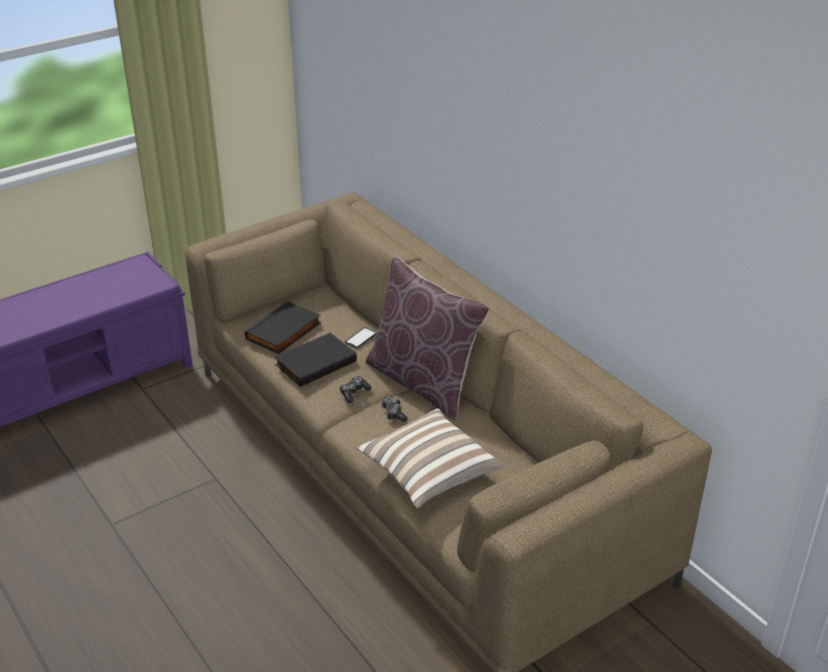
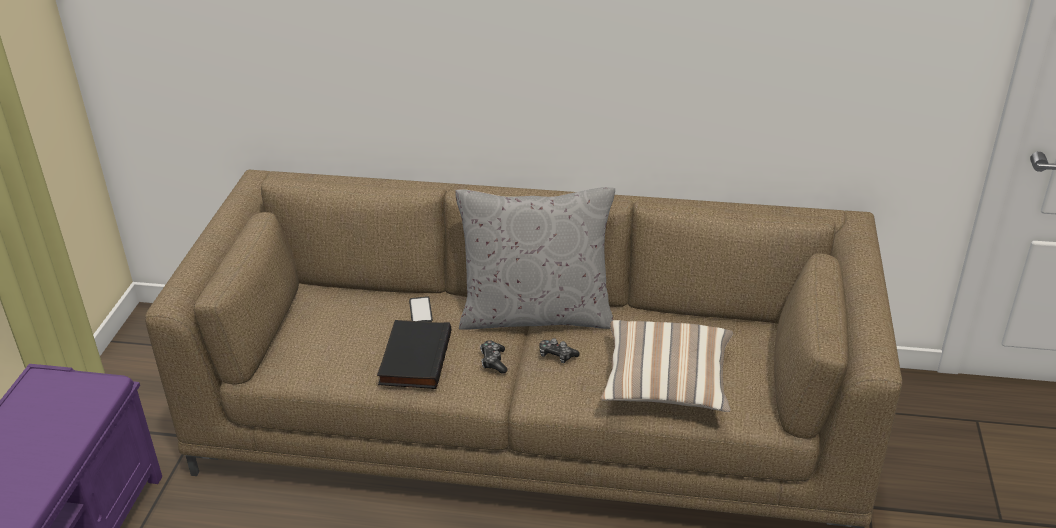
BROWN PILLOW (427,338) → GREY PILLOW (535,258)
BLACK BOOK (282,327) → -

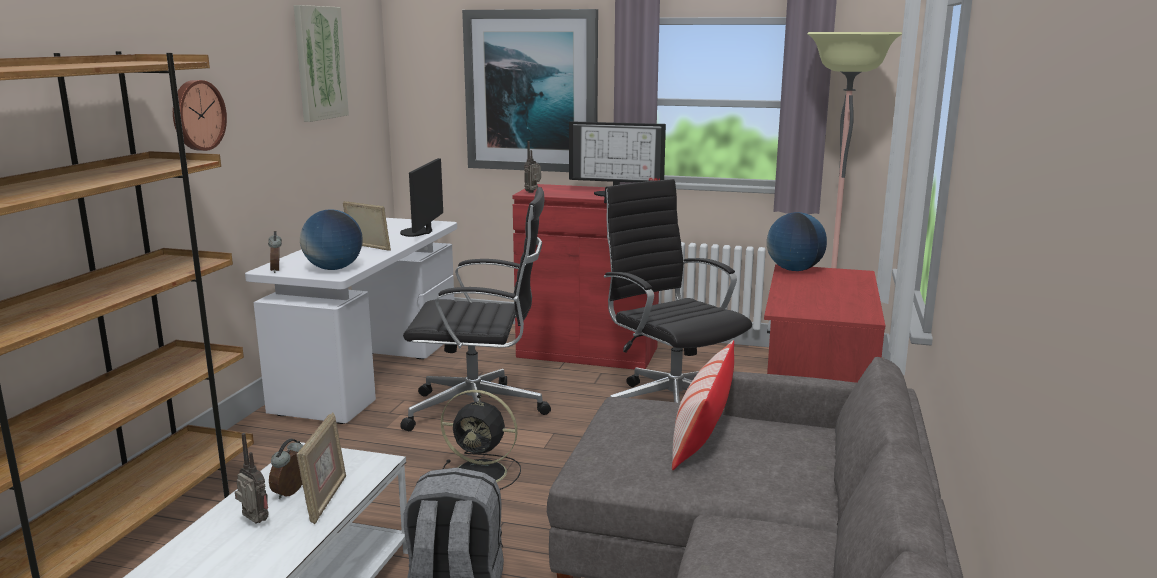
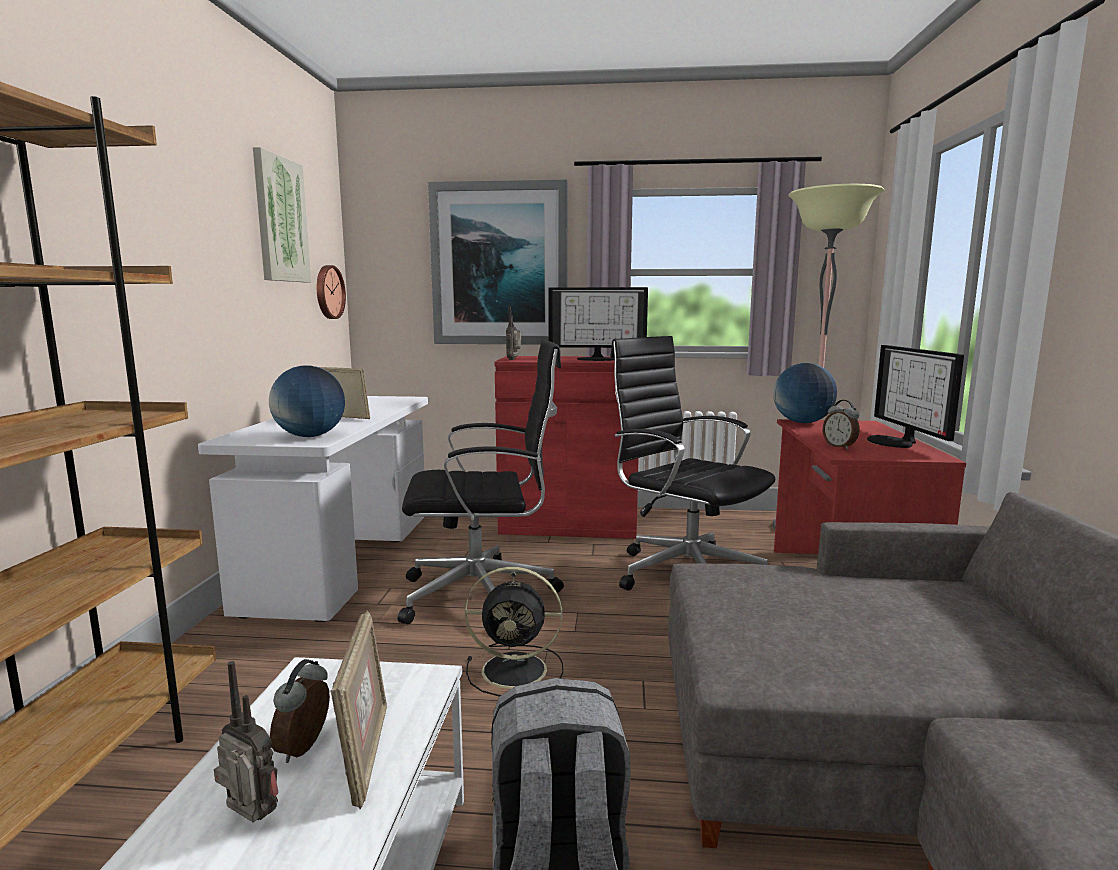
WALL CLOCK (200,115) → WALL CLOCK (331,292), shifted
ALARM CLOCK (275,252) → ALARM CLOCK (841,425), shifted
MONITOR (421,197) → MONITOR (915,396), shifted
PILLOW (703,405) → -

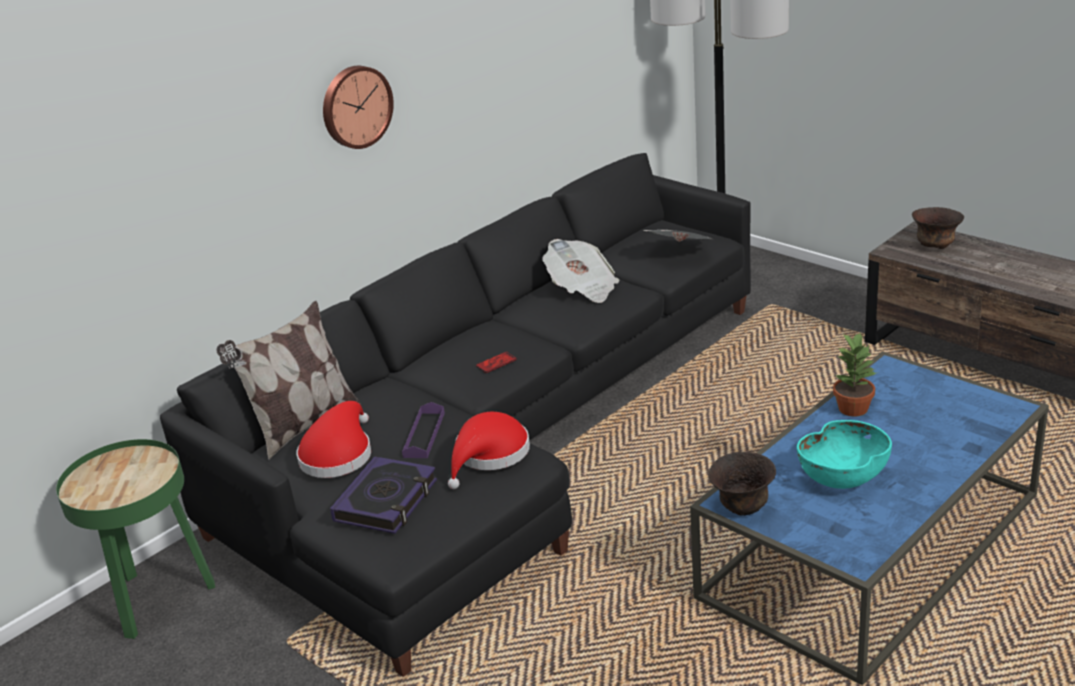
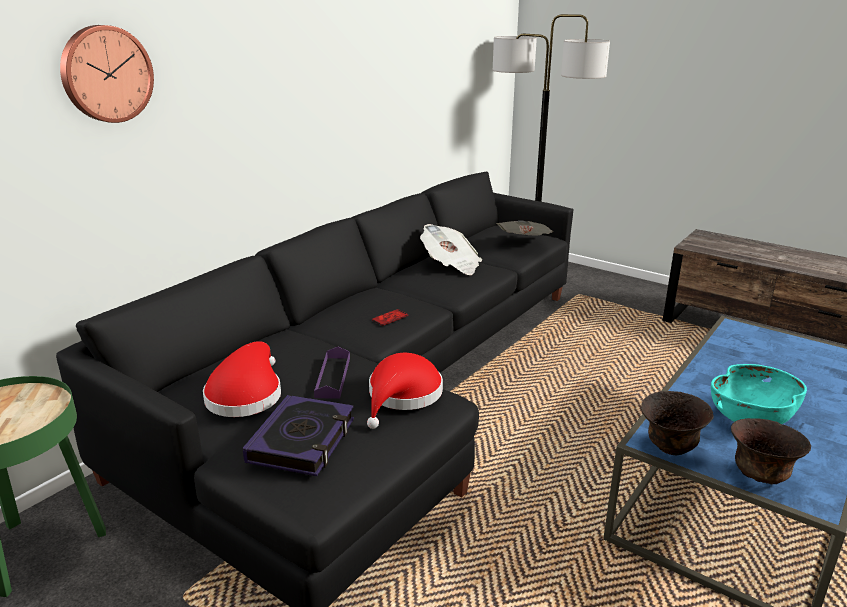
WALL CLOCK (358,107) → WALL CLOCK (107,74), shifted
BROWN BOWL (938,228) → BROWN BOWL (771,451), shifted
PILLOW (288,380) → -
POTTED PLANT (854,374) → -

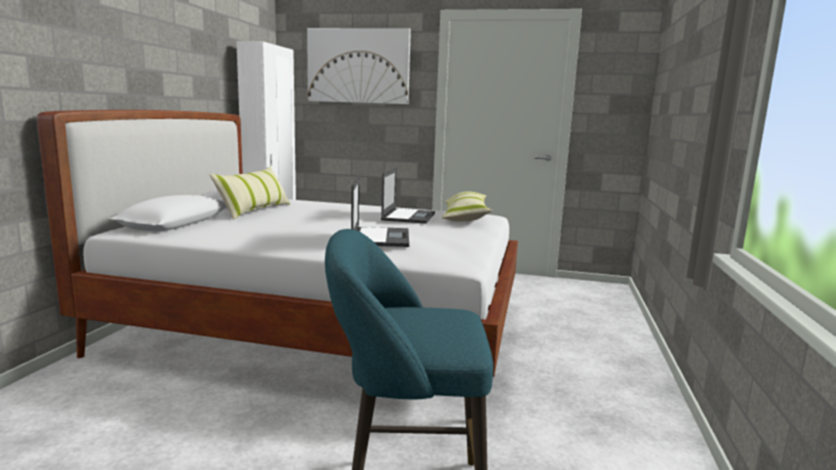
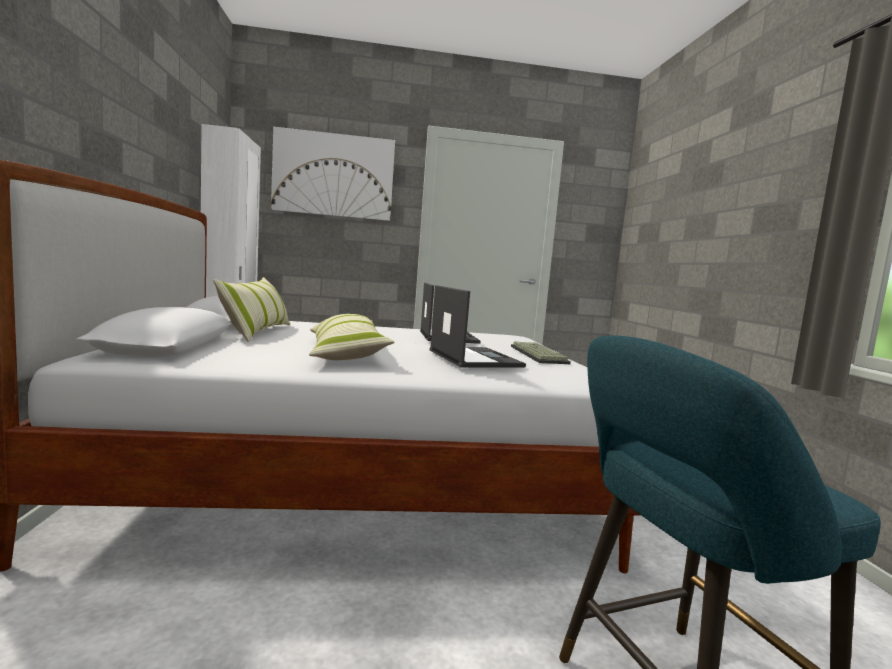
PILLOW (466,207) → PILLOW (351,337), shifted
- → KEYBOARD (541,353)

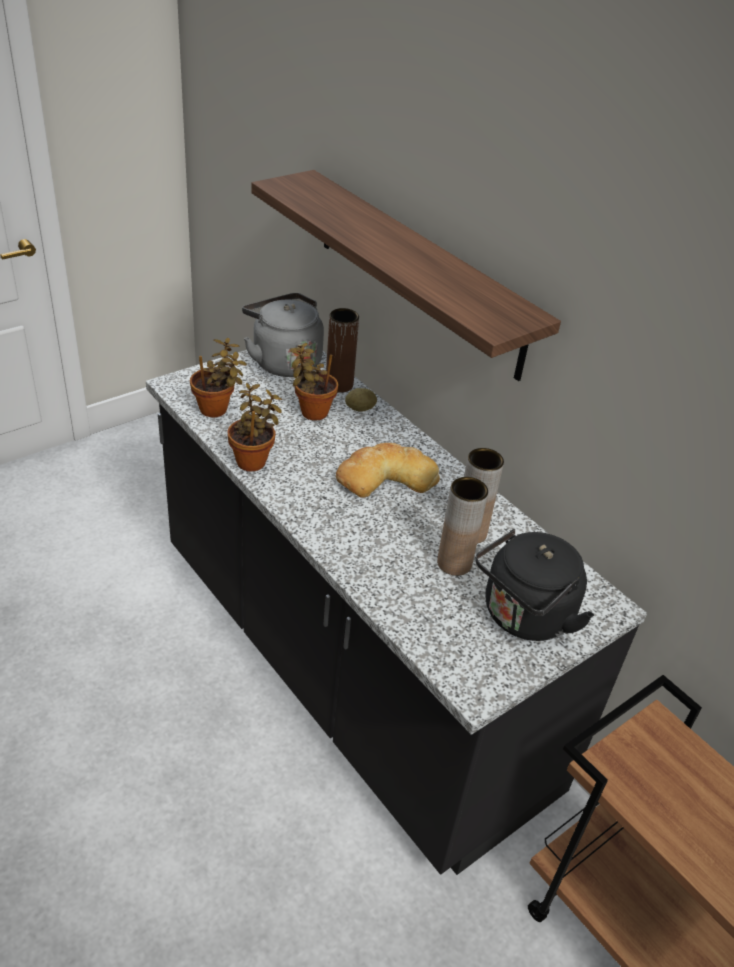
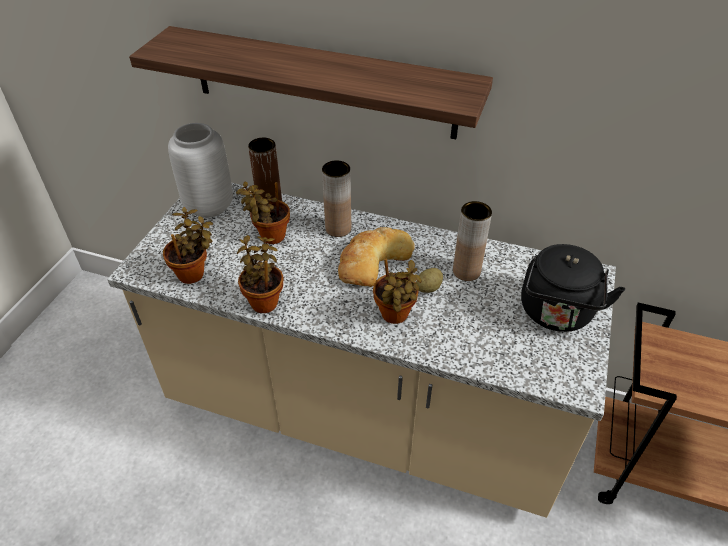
BLACK COUNTER (396,612) → BEIGE COUNTER (361,350)
GREY KETTLE (283,335) → GREY VASE (200,170)
BROWN VASE (462,526) → BROWN VASE (336,198), shifted
- → POTTED PLANT (397,291)
POTATO (361,400) → POTATO (429,280), shifted

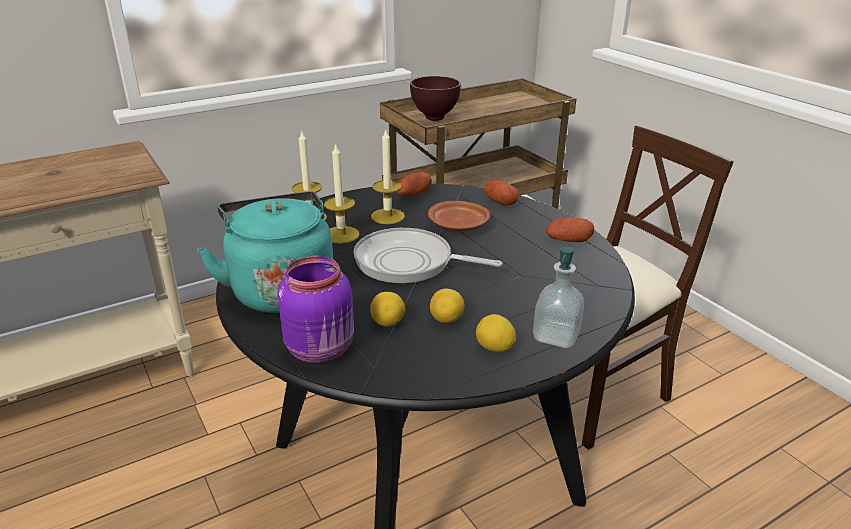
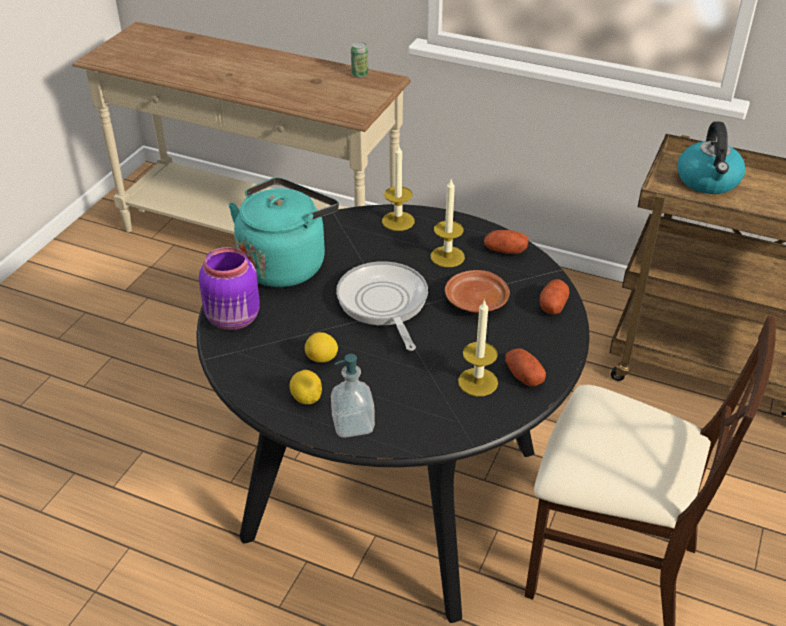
- → CAN (359,60)
CANDLE (342,193) → CANDLE (478,347), shifted
BROWN BOWL (435,98) → KETTLE (711,157)
LEMON (387,309) → -

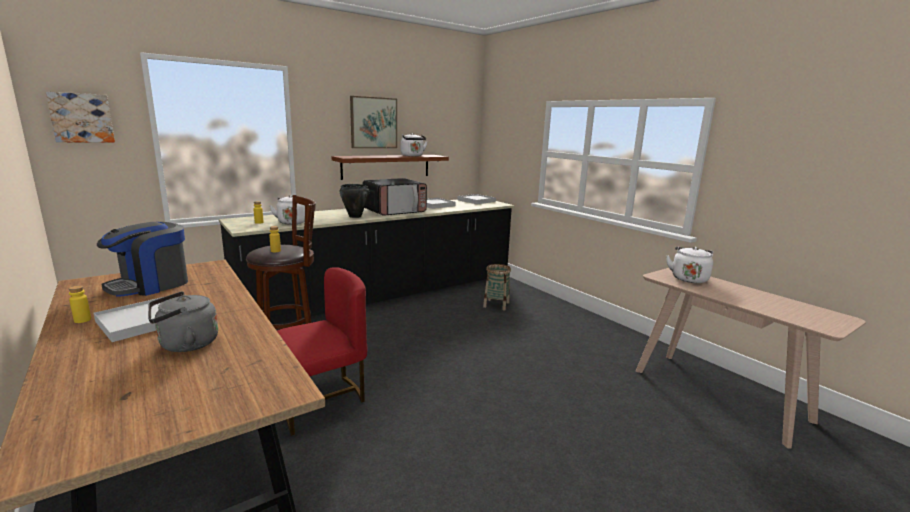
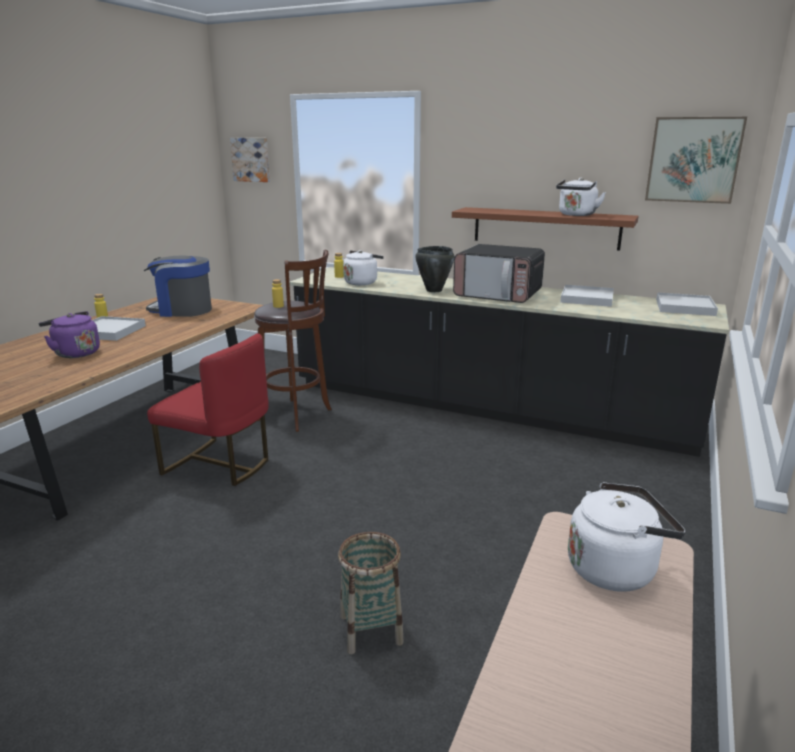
GREY KETTLE (183,321) → PURPLE KETTLE (69,334)
BASKET (497,287) → BASKET (371,593), shifted
PICTURE (373,122) → PICTURE (696,160), shifted

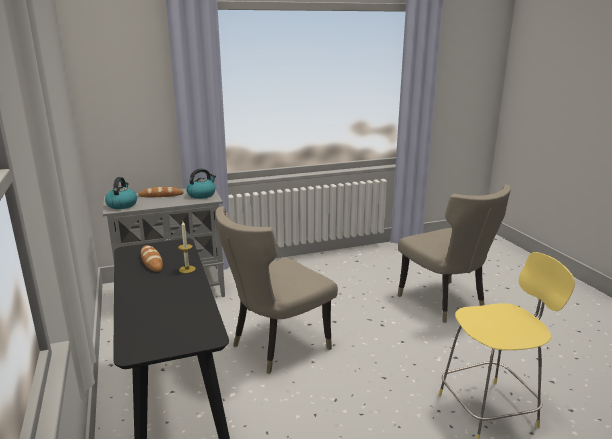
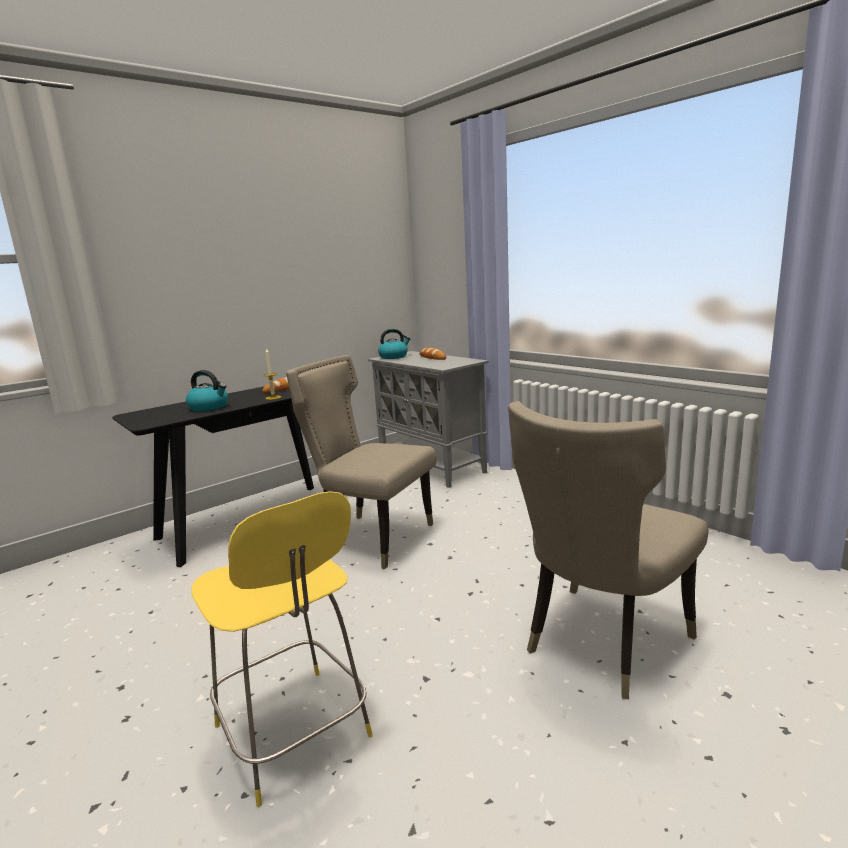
KETTLE (201,183) → KETTLE (207,390), shifted

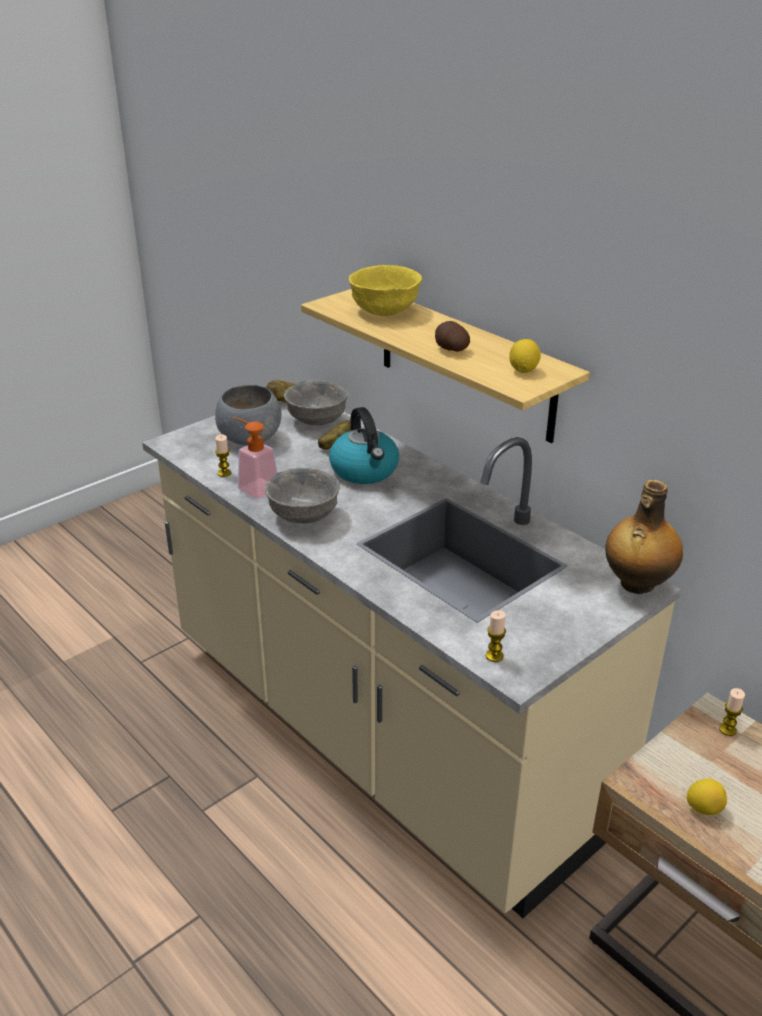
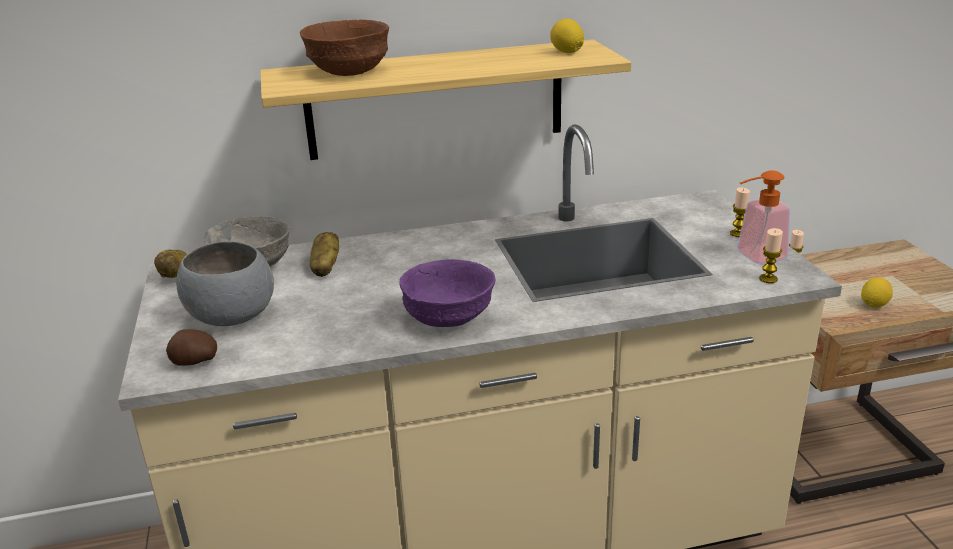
POTATO (452,336) → POTATO (191,347), shifted
YELLOW BOWL (385,290) → BROWN BOWL (344,48)
GREY BOWL (302,496) → PURPLE BOWL (447,293)
CANDLE (223,455) → CANDLE (740,212), shifted
SOAP DISPENSER (255,458) → SOAP DISPENSER (763,217), shifted
KETTLE (364,445) → -
BOTTLE (644,537) → -

